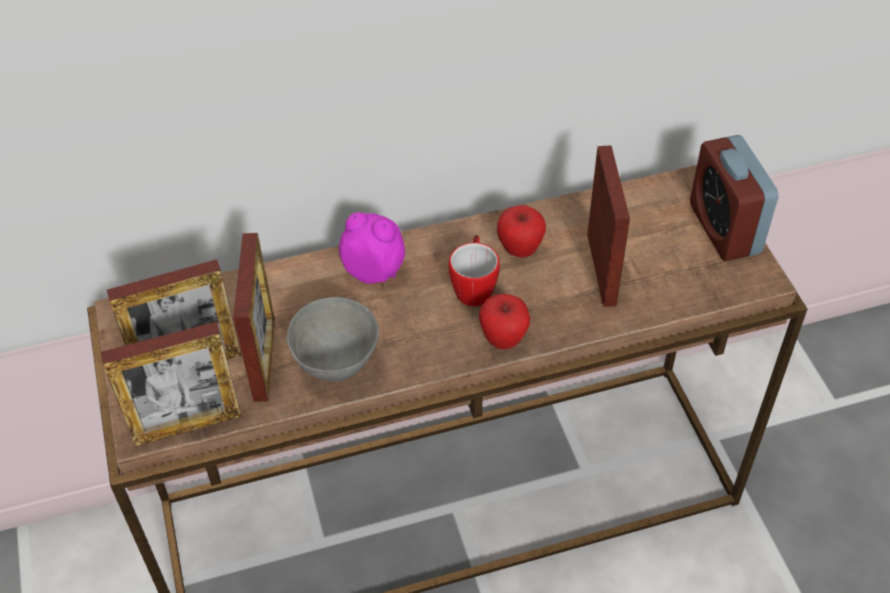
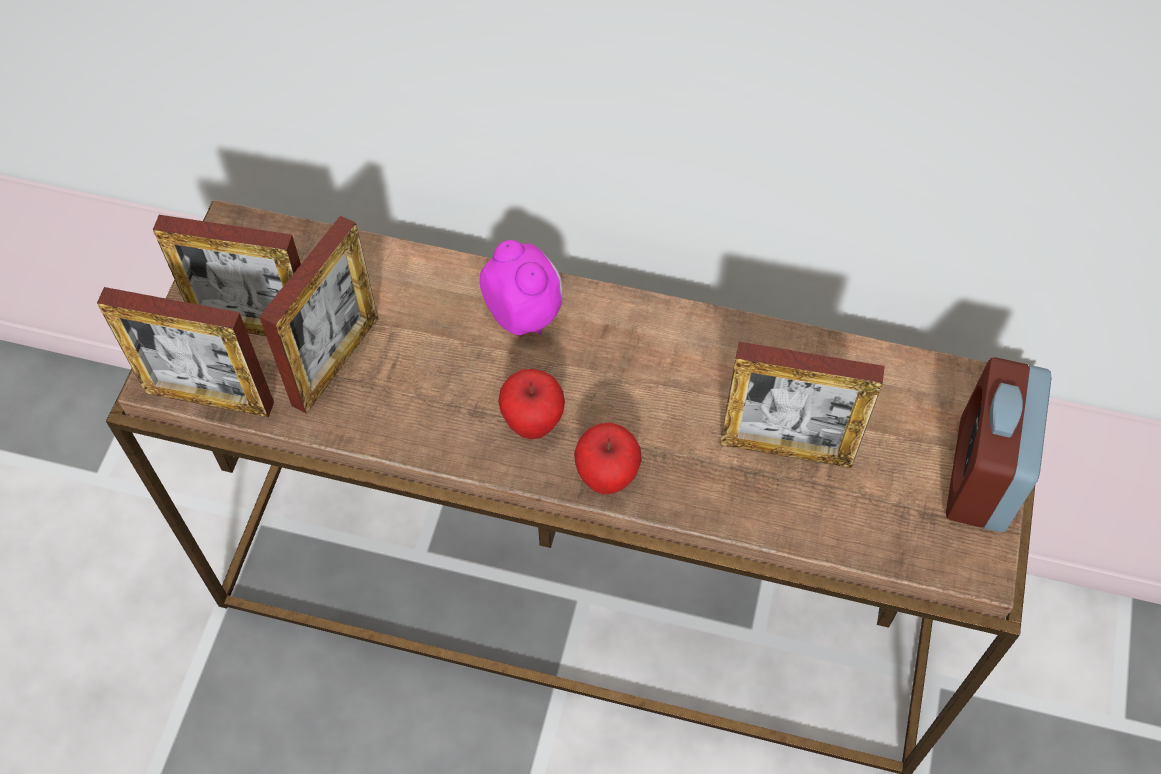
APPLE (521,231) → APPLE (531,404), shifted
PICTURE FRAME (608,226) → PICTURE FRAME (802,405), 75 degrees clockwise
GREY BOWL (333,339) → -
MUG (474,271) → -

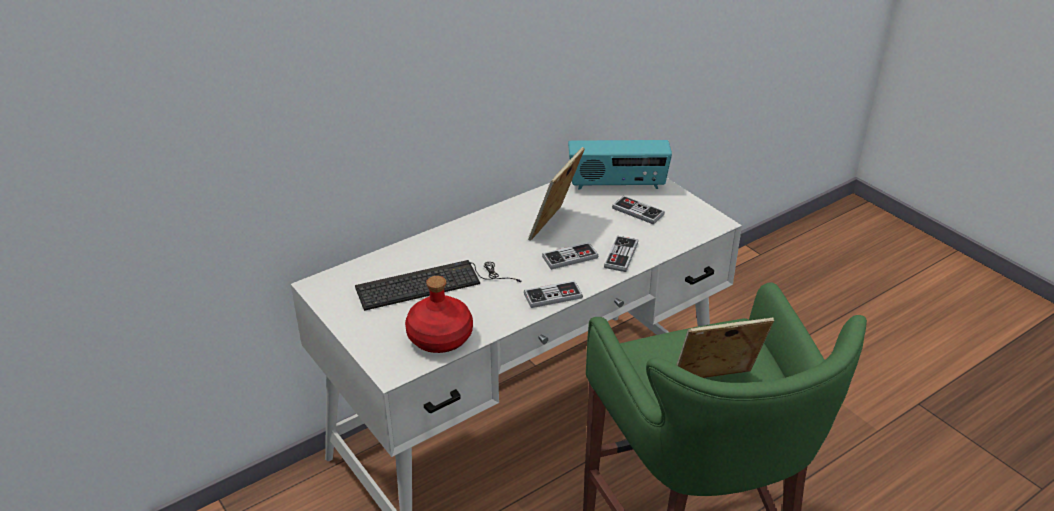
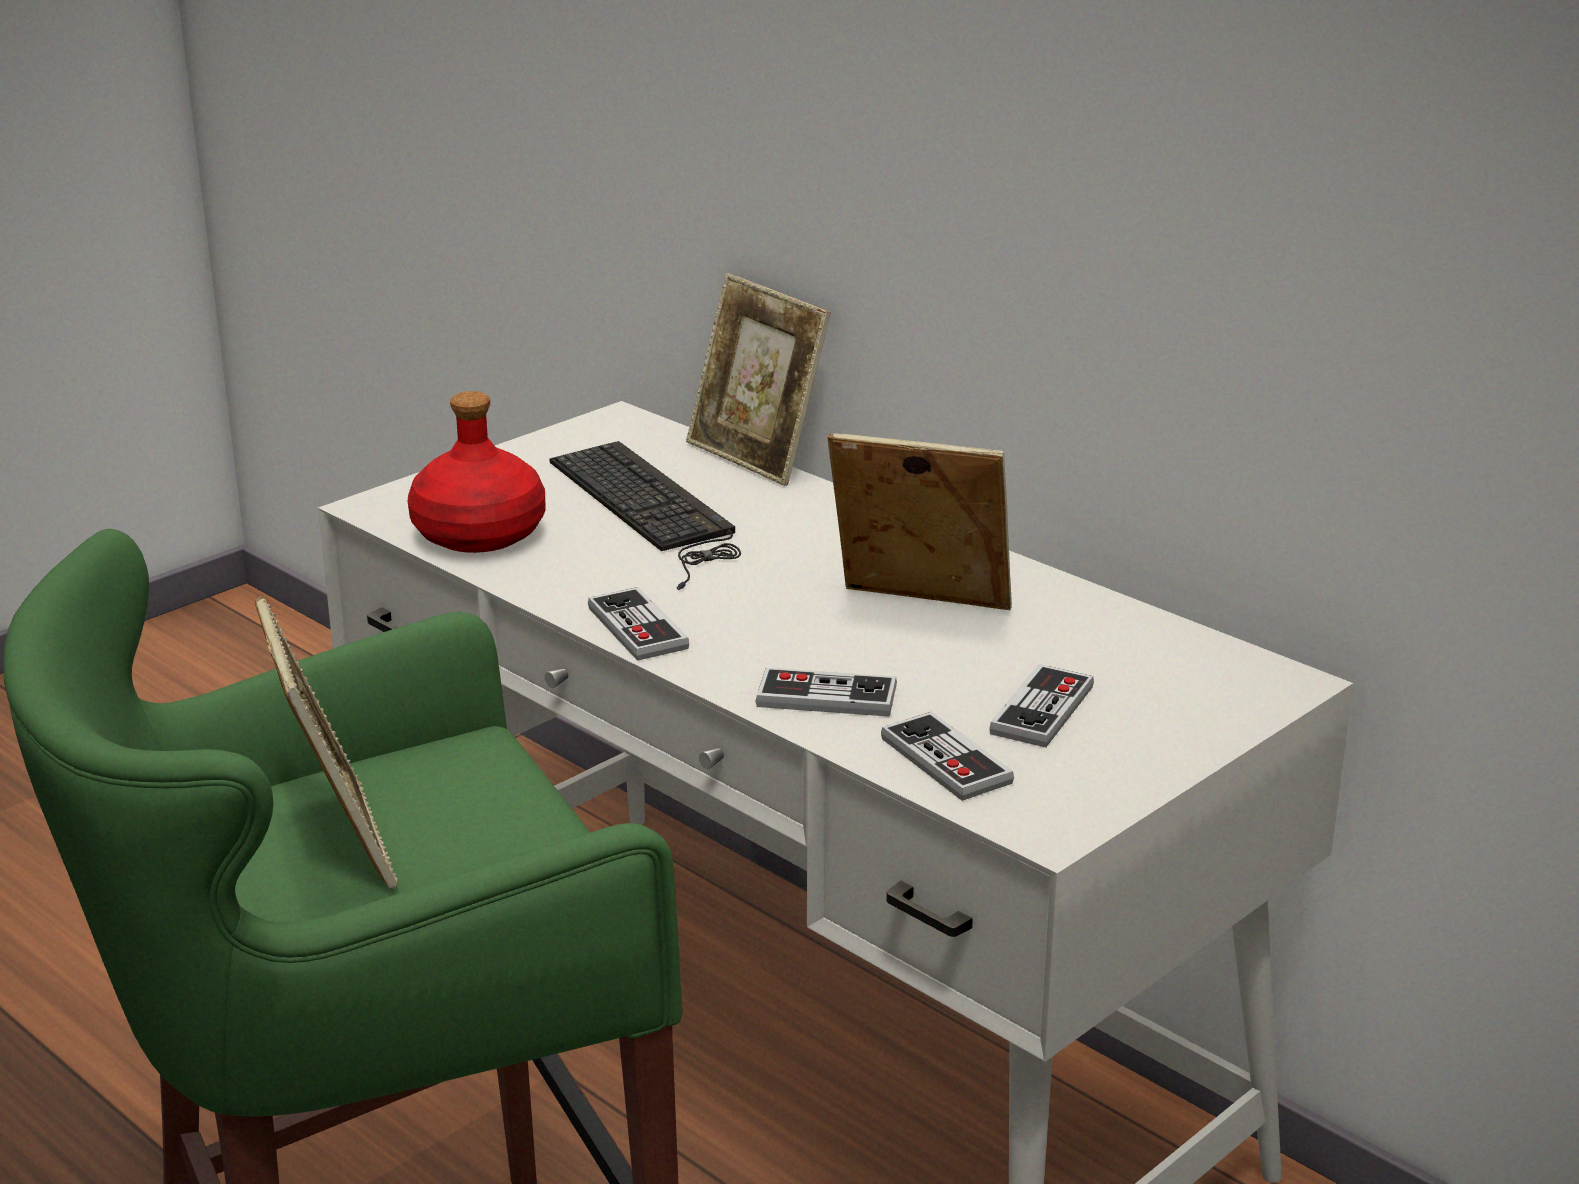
- → PICTURE FRAME (758,379)
GAME CONTROLLER (570,256) → GAME CONTROLLER (947,756), shifted
RADIO (620,165) → -

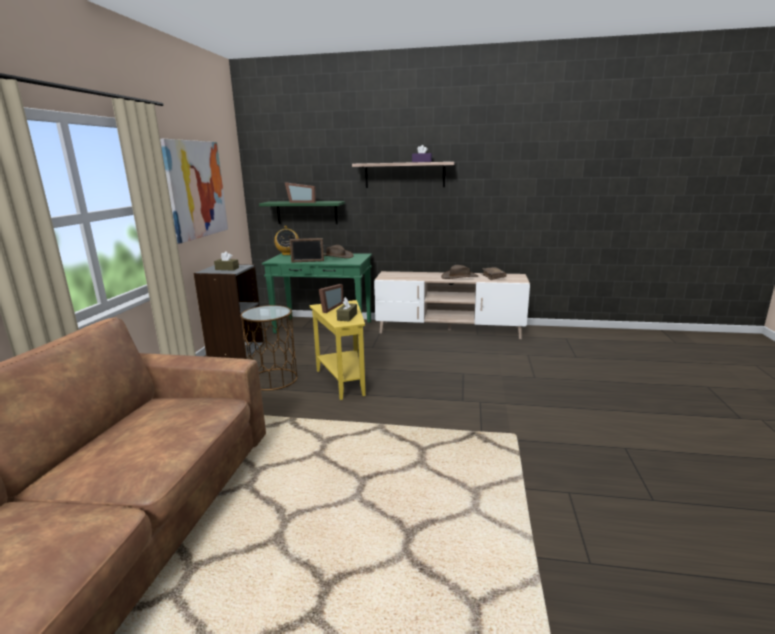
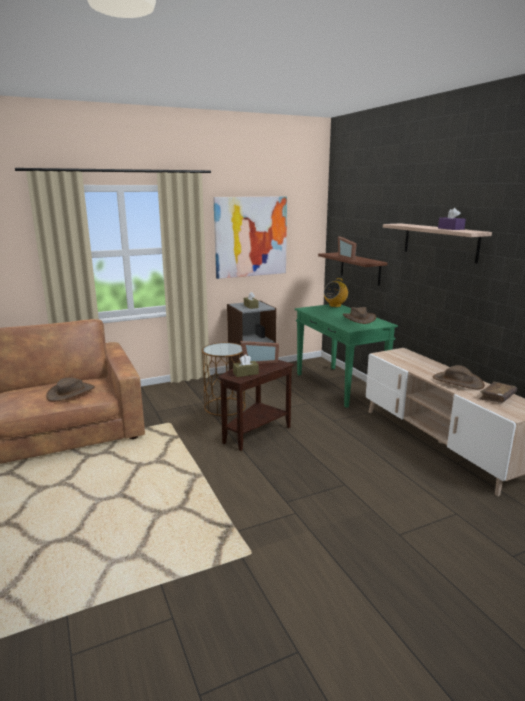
- → BROWN HAT (70,389)
YELLOW SIDE TABLE (338,350) → BROWN SIDE TABLE (256,405)
GREEN SHELF (302,212) → BROWN SHELF (352,269)
PICTURE FRAME (306,250) → -

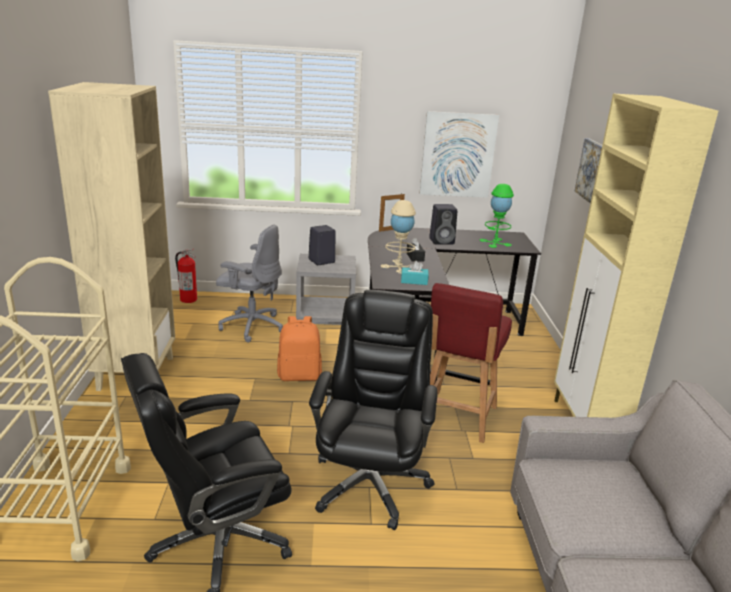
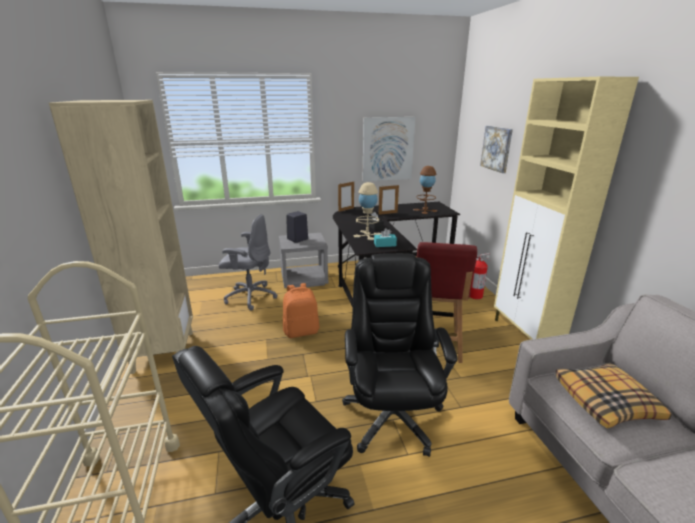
BLACK SPEAKER (443,224) → PICTURE FRAME (388,200)
GREEN TABLE LAMP (497,216) → BROWN TABLE LAMP (425,190)
FIRE EXTINGUISHER (186,276) → FIRE EXTINGUISHER (480,276), shifted
- → PILLOW (613,396)

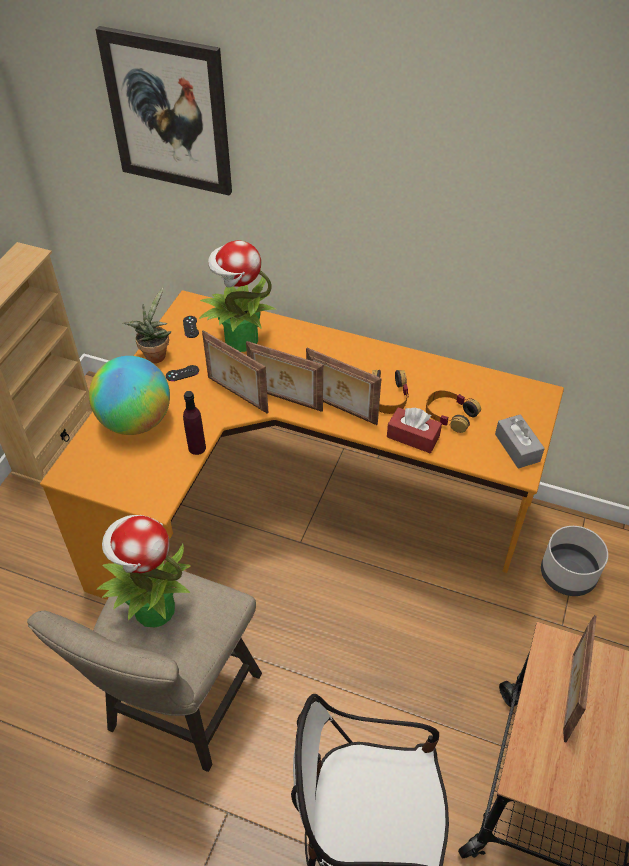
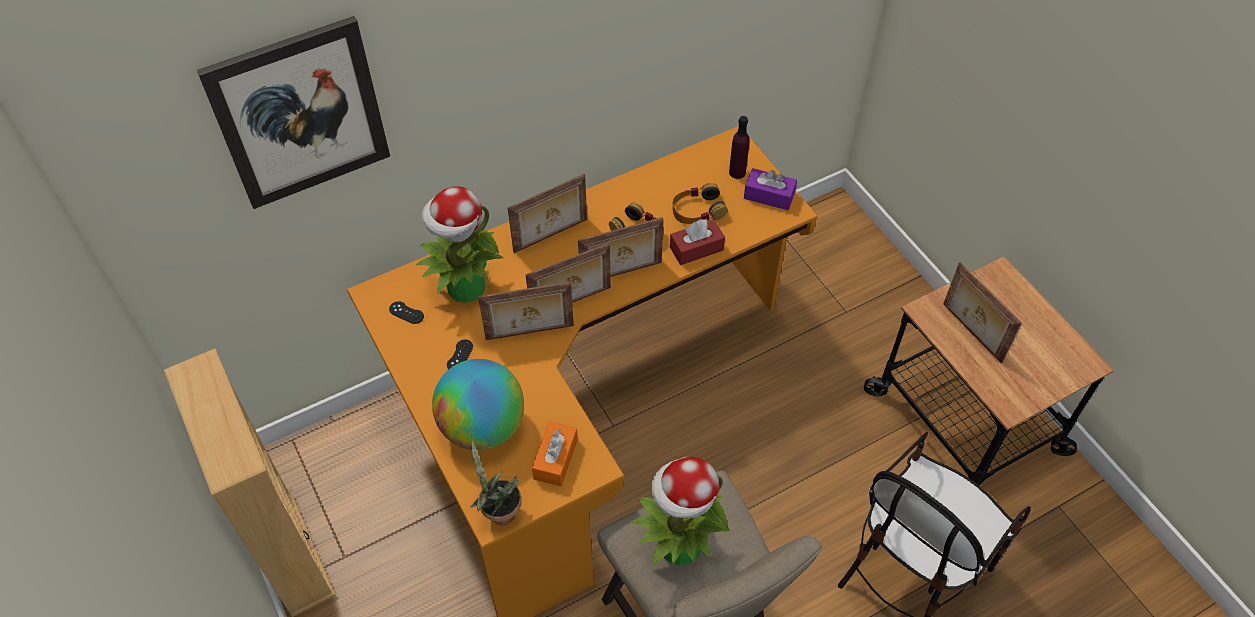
POTTED PLANT (147,325) → POTTED PLANT (495,483), shifted
- → PICTURE FRAME (547,213)
- → ORANGE TISSUE BOX (555,454)
PURPLE BOTTLE (194,423) → PURPLE BOTTLE (739,147), shifted
GREY TISSUE BOX (520,441) → PURPLE TISSUE BOX (770,189)
GREY PLANTER (574,561) → -

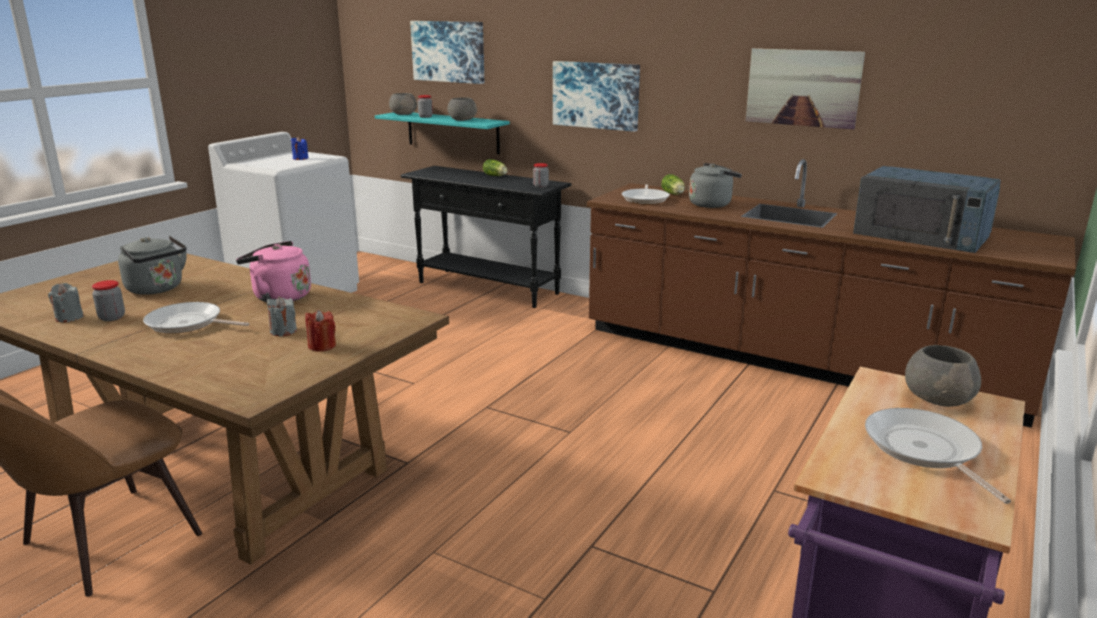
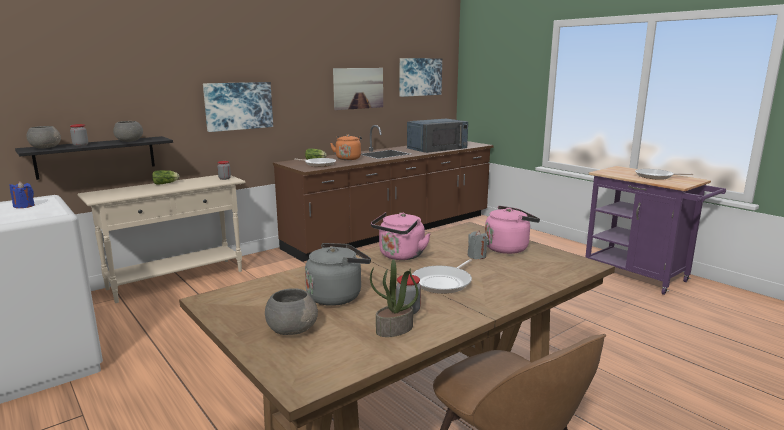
TURQUOISE SHELF (442,133) → BLACK SHELF (94,158)
BLACK CONSOLE TABLE (486,237) → BEIGE CONSOLE TABLE (162,239)
GREY BOWL (943,376) → GREY BOWL (291,312), shifted
GREY KETTLE (715,185) → ORANGE KETTLE (346,147)
GREY CANDLE (66,302) → POTTED PLANT (394,298)
PICTURE (447,52) → PICTURE (421,77), shifted
RED CANDLE (320,331) → PINK KETTLE (512,230)

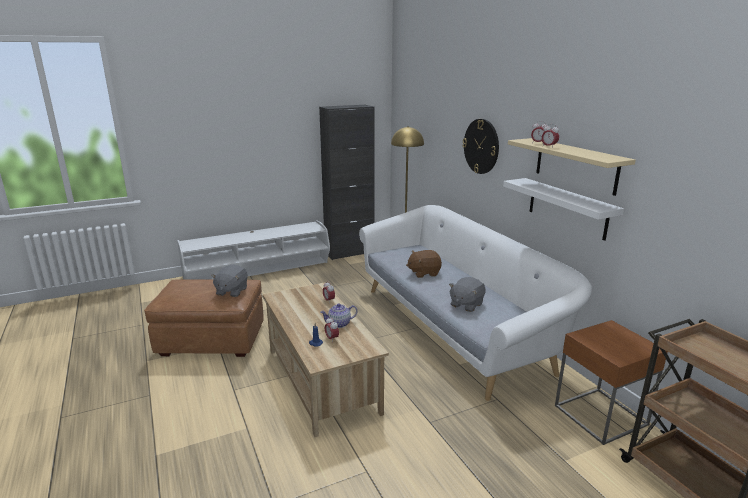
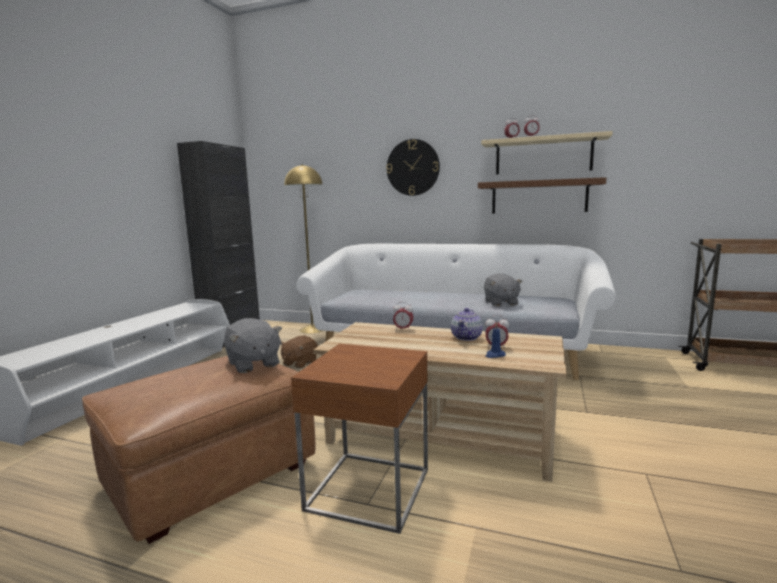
BROWN PLUSH TOY (424,264) → BROWN PLUSH TOY (299,352), shifted
BROWN SIDE TABLE (611,382) → BROWN SIDE TABLE (359,439), shifted
WHITE SHELF (563,209) → BROWN SHELF (542,195)

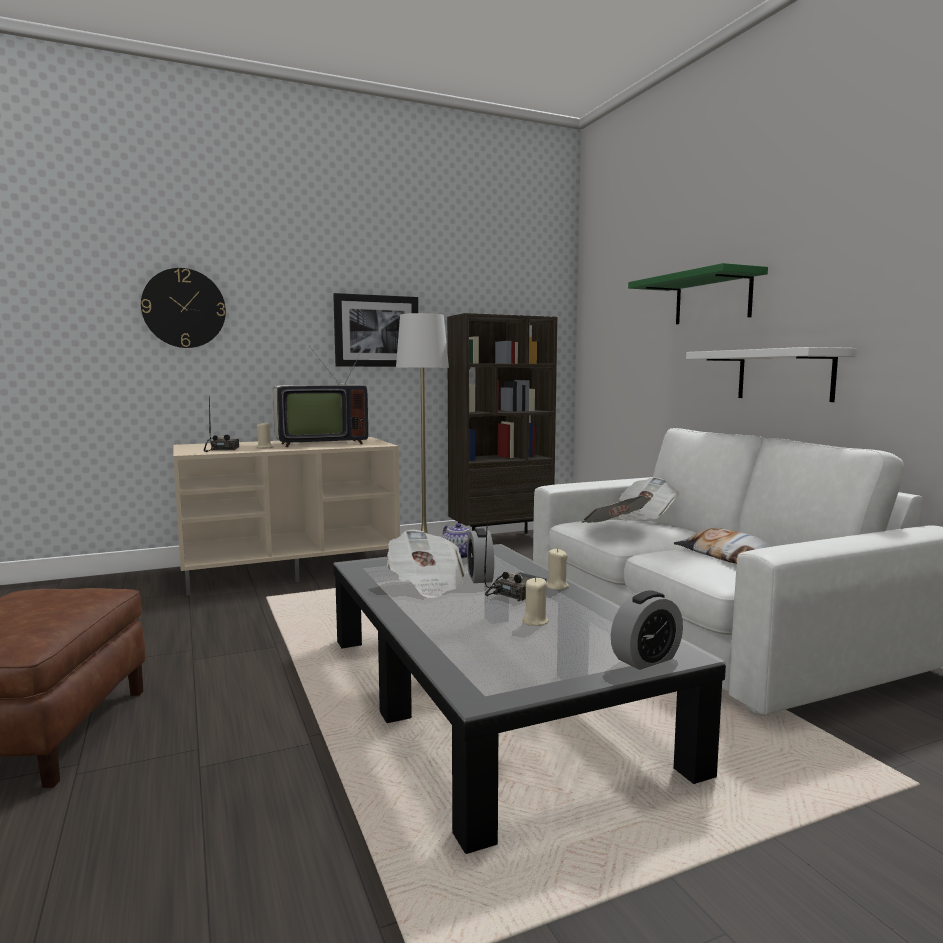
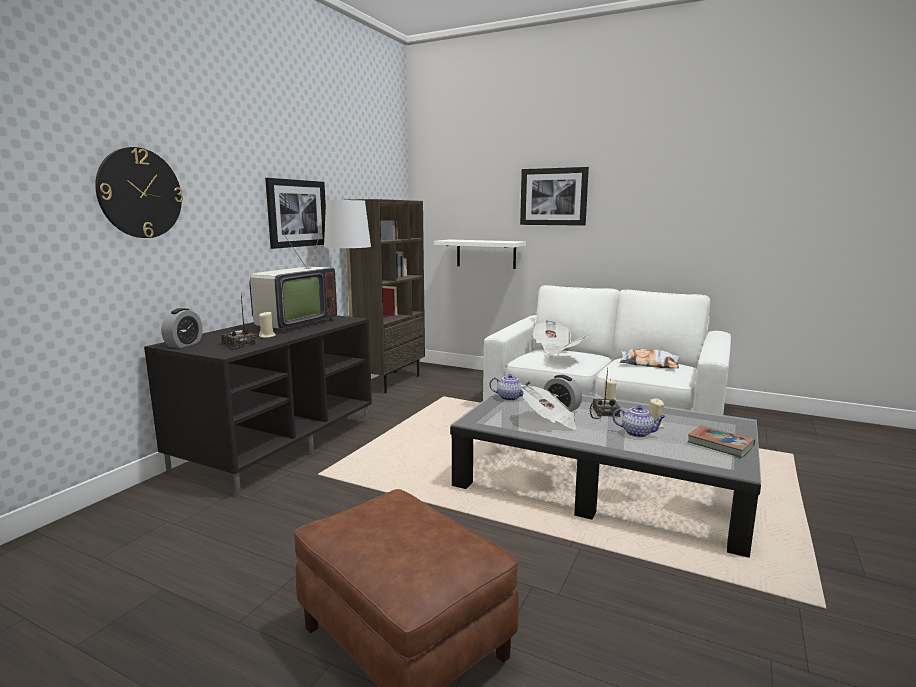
BEIGE TV STAND (286,516) → BLACK TV STAND (258,406)
ALARM CLOCK (647,630) → ALARM CLOCK (182,328), shifted
WHITE SHELF (771,374) → WHITE SHELF (480,254), shifted
GREEN SHELF (698,293) → PICTURE (554,196)
- → TEAPOT (639,421)
- → BOOK (721,441)

